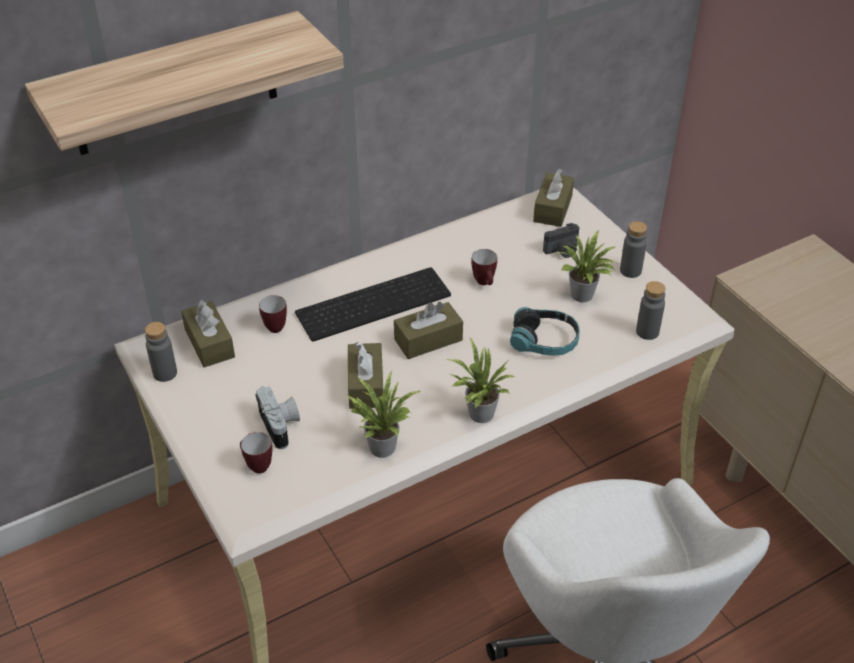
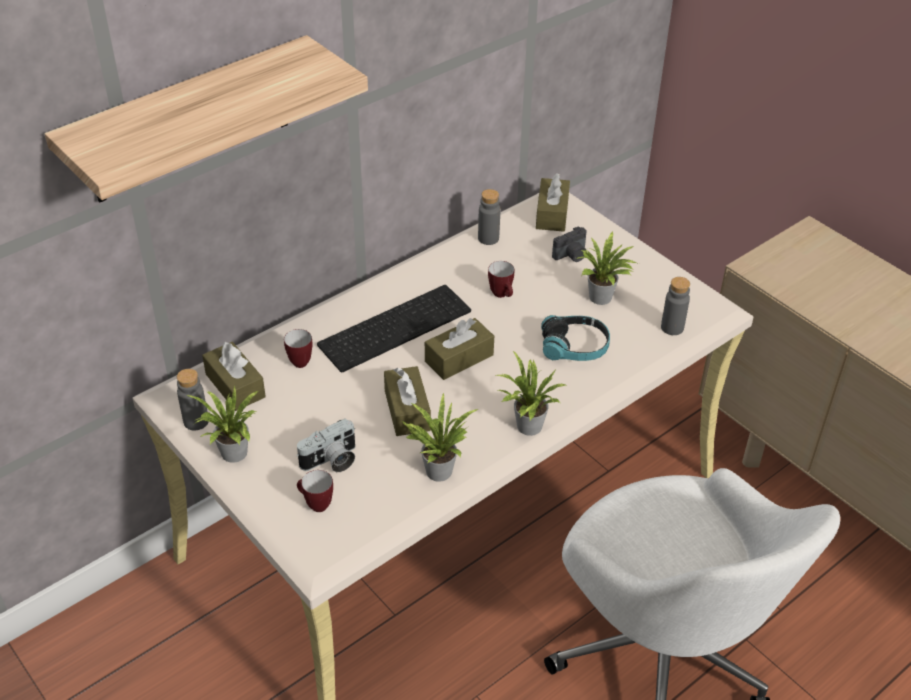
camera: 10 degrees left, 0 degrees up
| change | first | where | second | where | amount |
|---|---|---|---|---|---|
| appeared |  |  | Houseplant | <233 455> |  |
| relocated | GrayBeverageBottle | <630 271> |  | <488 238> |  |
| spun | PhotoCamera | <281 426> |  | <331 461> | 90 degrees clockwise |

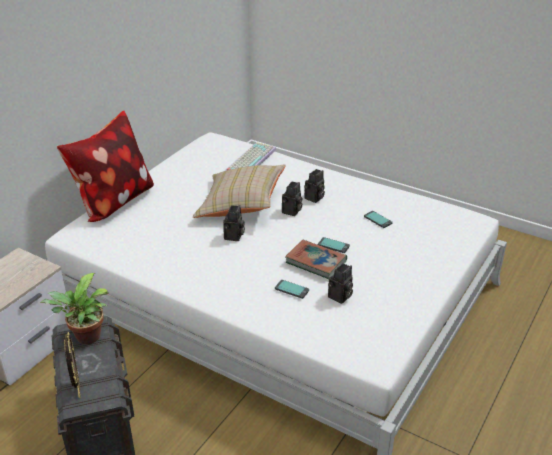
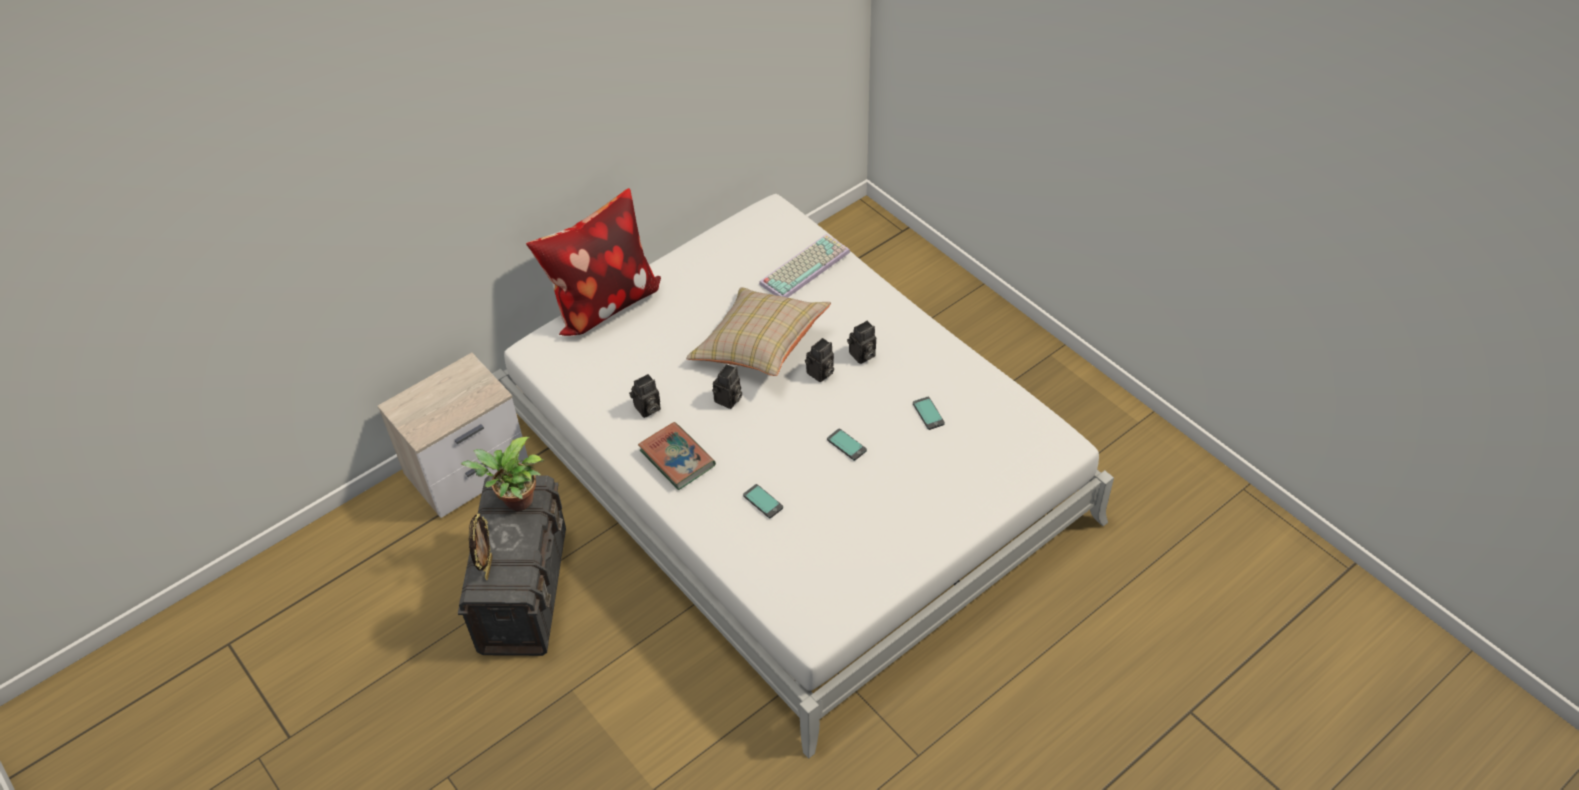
camera: 20 degrees right, 15 degrees up
| change | first | where | second | where | amount |
|---|---|---|---|---|---|
| relocated | Book | <316 262> |  | <677 458> |  |
| relocated | PhotoCamera | <340 297> |  | <647 409> |  |

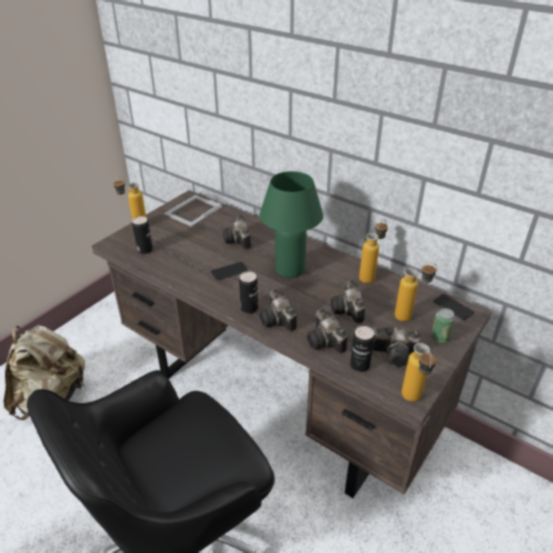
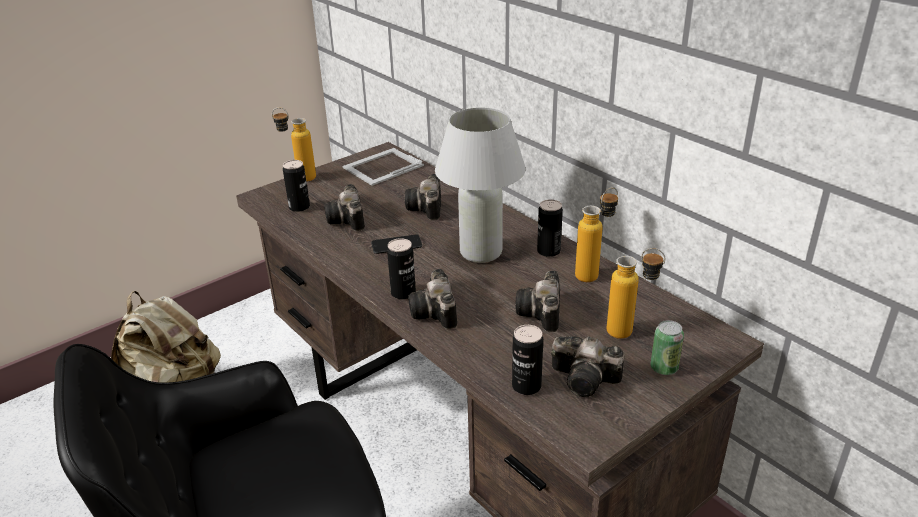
camera: 15 degrees right, 5 degrees down
| change | first | where | second | where | amount |
|---|---|---|---|---|---|
| missing | BeverageBottle | <413 401> |  |  |  |
| missing | Phone | <453 307> |  |  |  |
| appeared |  |  | Can | <548 251> |  |
| relocated | PhotoCamera | <326 342> |  | <348 220> |  |
| colour | GreenLampForATable | <290 270> | WhiteColouredLampForATable | <481 252> |  |

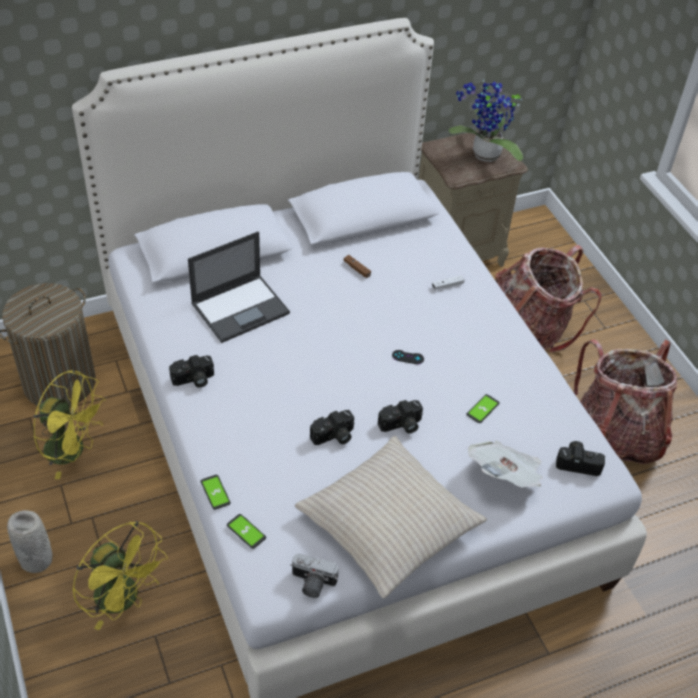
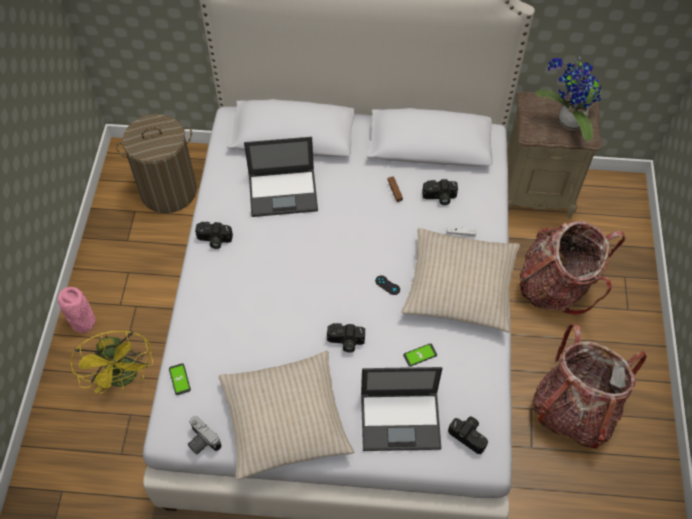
camera: 30 degrees right, 10 degrees up
| change | first | where | second | where | amount |
|---|---|---|---|---|---|
| missing | YellowElectricFan | <73 451> |  |  |  |
| missing | Phone | <215 492> |  |  |  |
| appeared |  |  | SandColouredThrowPillow | <460 286> |  |
| relocated | PhotoCamera | <334 437> |  | <439 197> |  |
| exchanged | PrintedPaper | <505 475> | Laptop | <401 420> |  |
| colour | GrayVase | <37 560> | PinkVase | <84 323> |  |

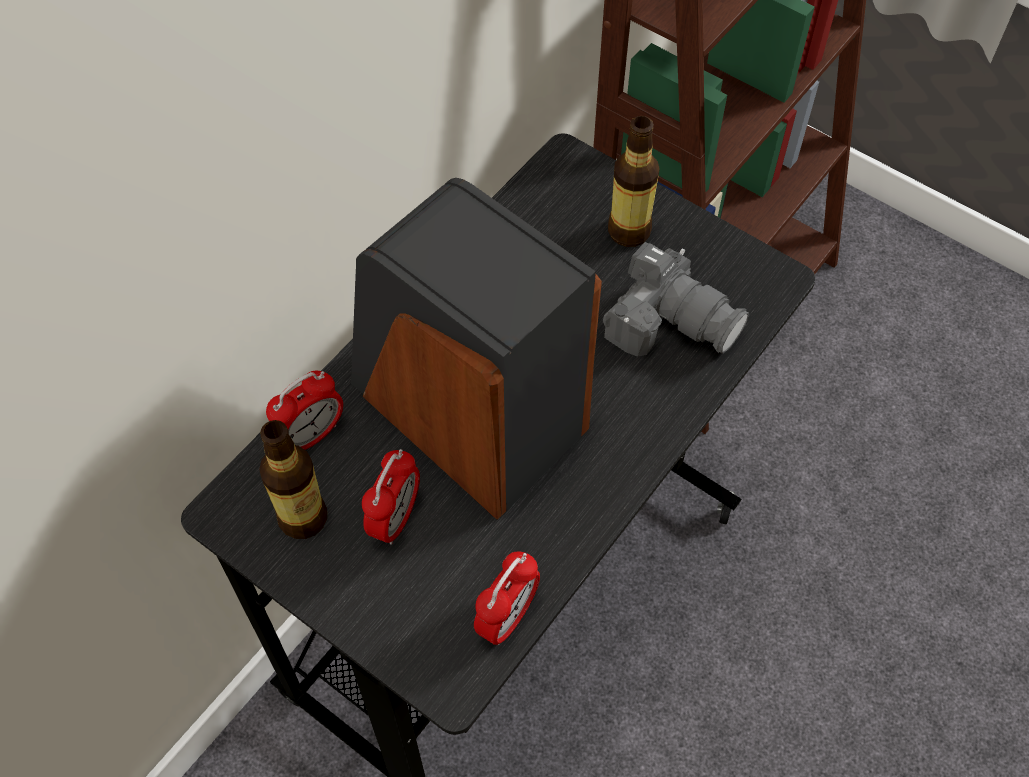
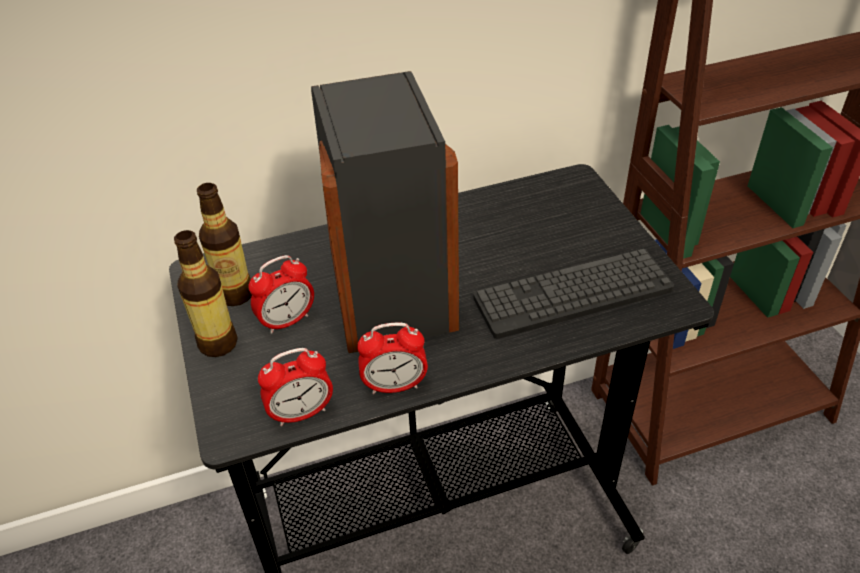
camera: 35 degrees right, 15 degrees down
| change | first | where | second | where | amount |
|---|---|---|---|---|---|
| relocated | AlarmClock | <311 435> |  | <394 386> |  |
| relocated | BeverageBottle | <628 231> |  | <218 343> |  |
| exchanged | PhotoCamera | <669 321> | Keyboard | <573 294> |  |

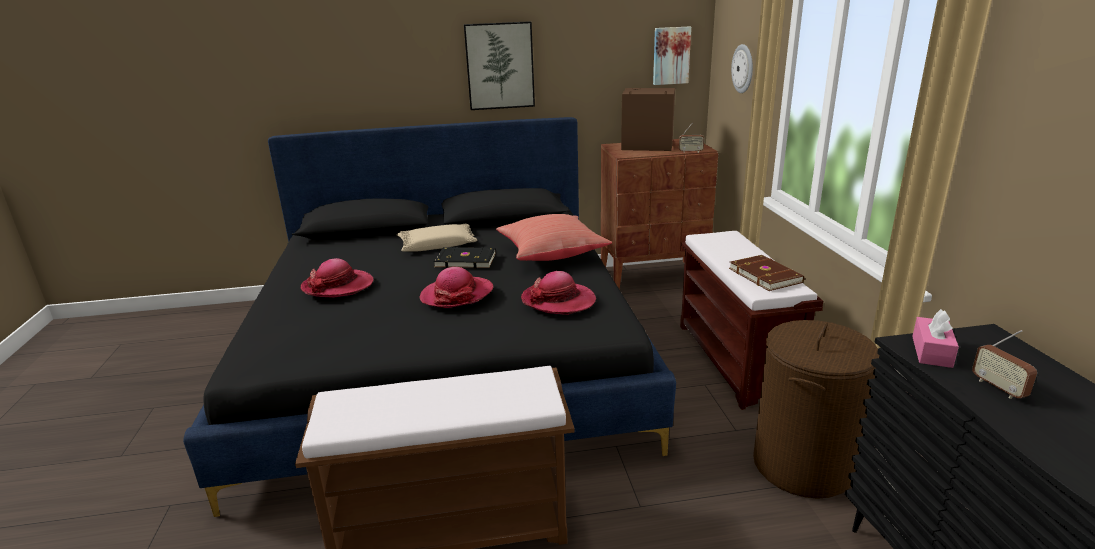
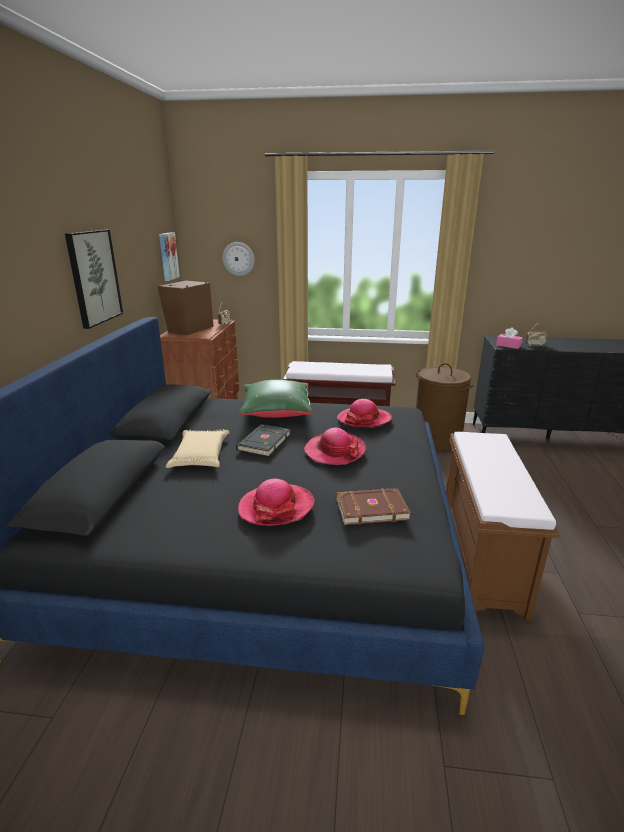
camera: 75 degrees left, 0 degrees up
| change | first | where | second | where | amount |
|---|---|---|---|---|---|
| relocated | BrownBook | <765 275> |  | <371 508> |  |
| colour | ReddishThrowPillow | <551 254> | GreenThrowPillow | <276 412> |  |

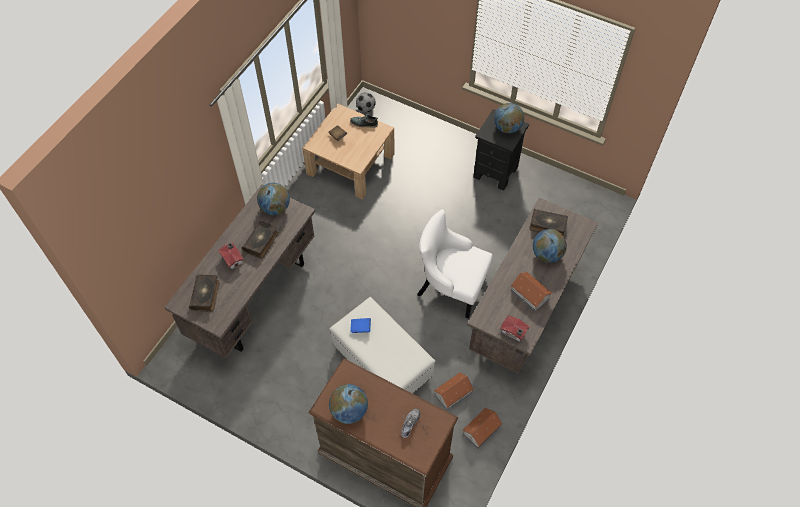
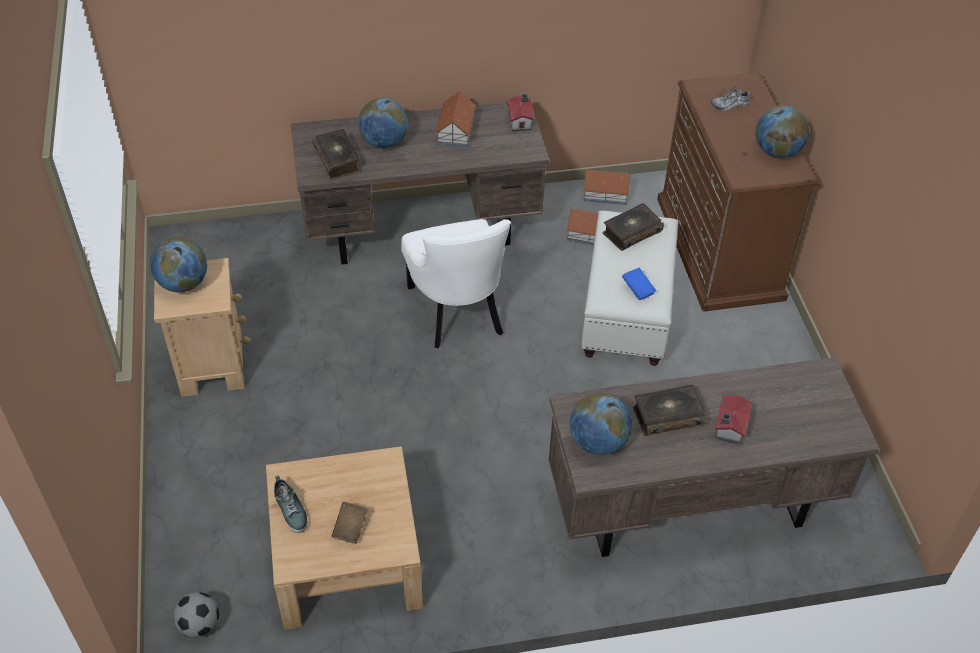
camera: 130 degrees left, 10 degrees down
| change | first | where | second | where | amount |
|---|---|---|---|---|---|
| relocated | Book | <206 295> |  | <631 232> |  |
| colour | BlackNightTable | <495 173> | SandColouredNightTable | <213 368> |  |

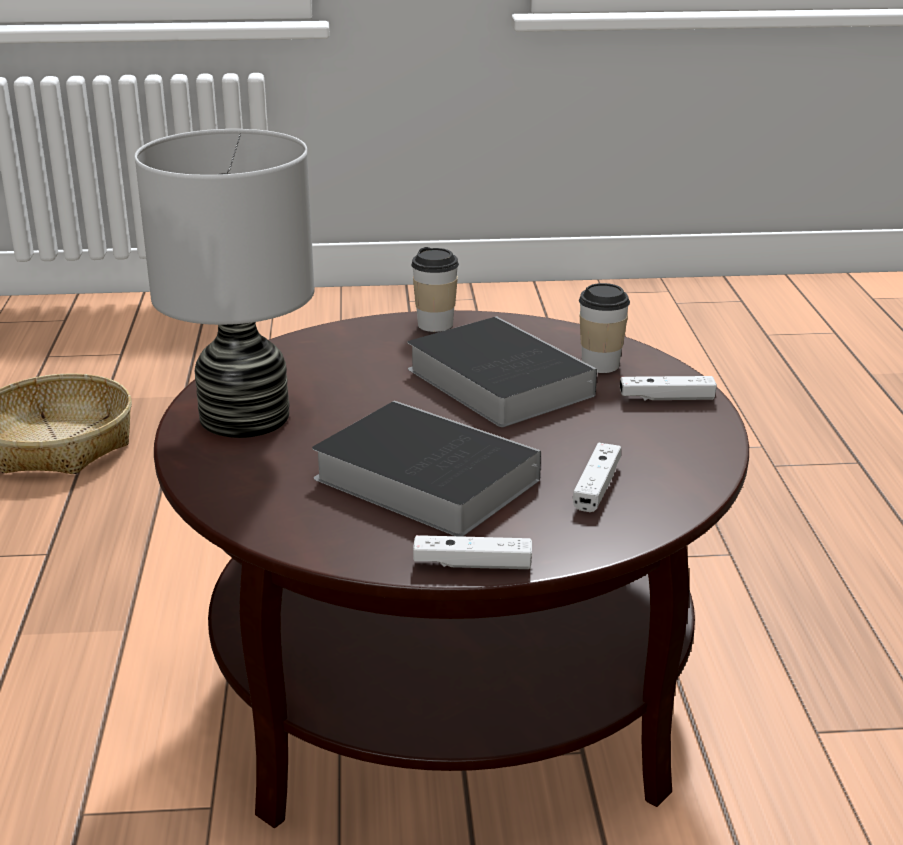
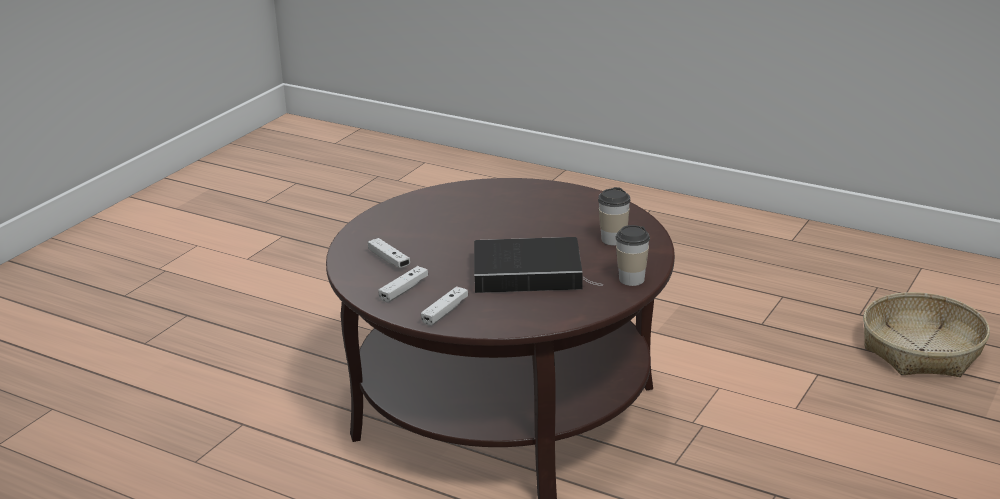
camera: 125 degrees right, 0 degrees up
| change | first | where | second | where | amount |
|---|---|---|---|---|---|
| missing | GrayLampForATable | <244 418> |  |  |  |
| missing | Book | <419 478> |  |  |  |
| relocated | WhiteColouredGamepad | <472 564> |  | <404 290> |  |
| relocated | DrinkingCup | <600 365> |  | <613 240> |  |

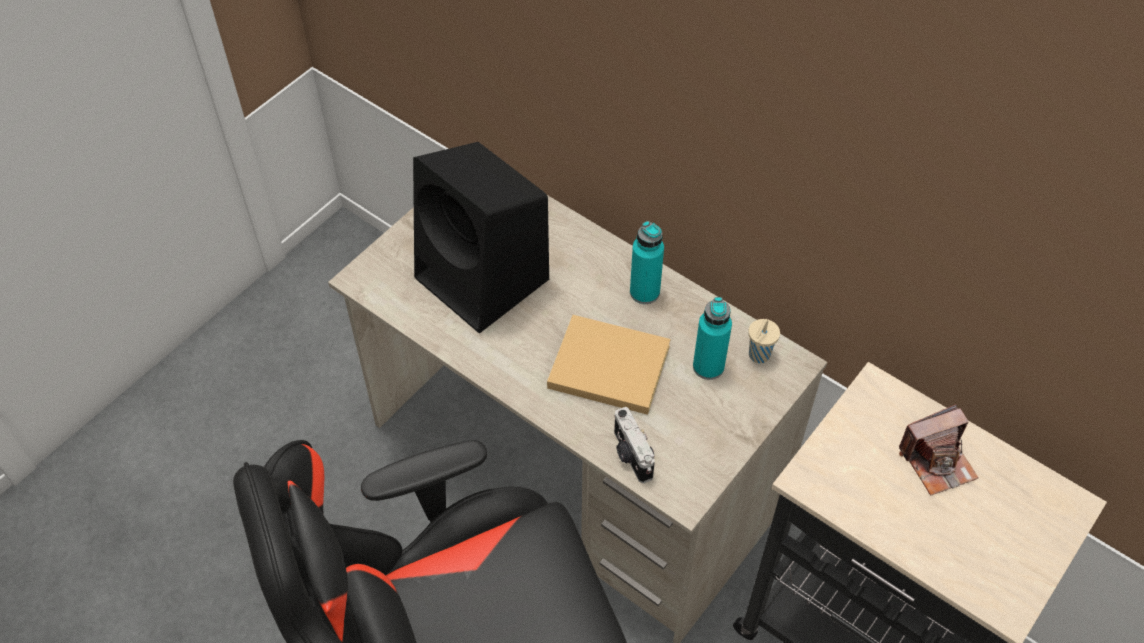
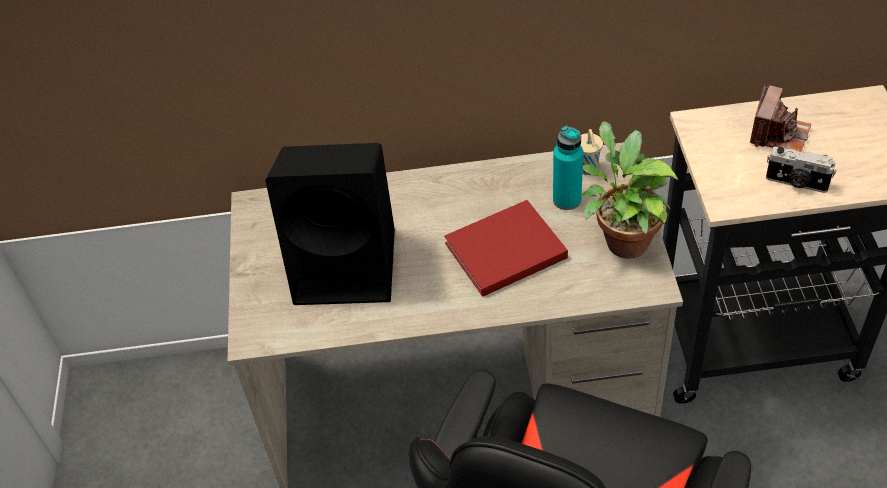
camera: 40 degrees left, 5 degrees down
| change | first | where | second | where | amount |
|---|---|---|---|---|---|
| missing | TurquoiseBeverageBottle | <644 292> |  |  |  |
| appeared |  |  | Houseplant | <622 239> |  |
| relocated | PhotoCamera | <631 455> |  | <796 183> |  |
| colour | SandColouredBook | <605 366> | ReddishBook | <502 252> |  |

